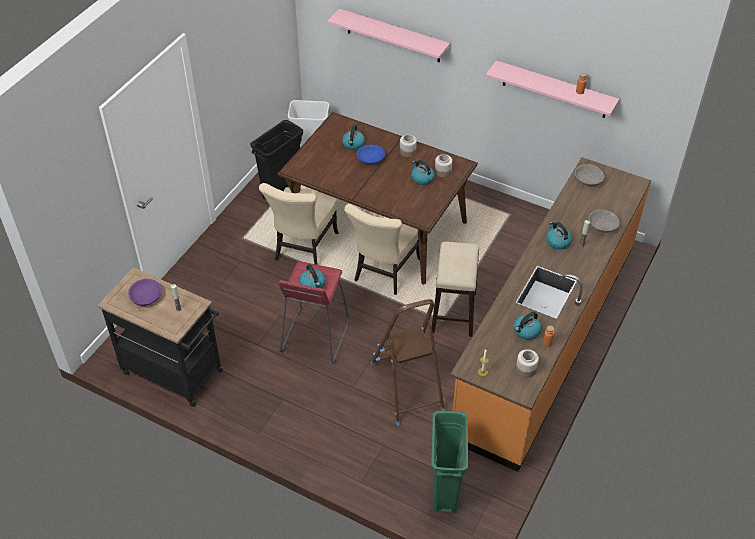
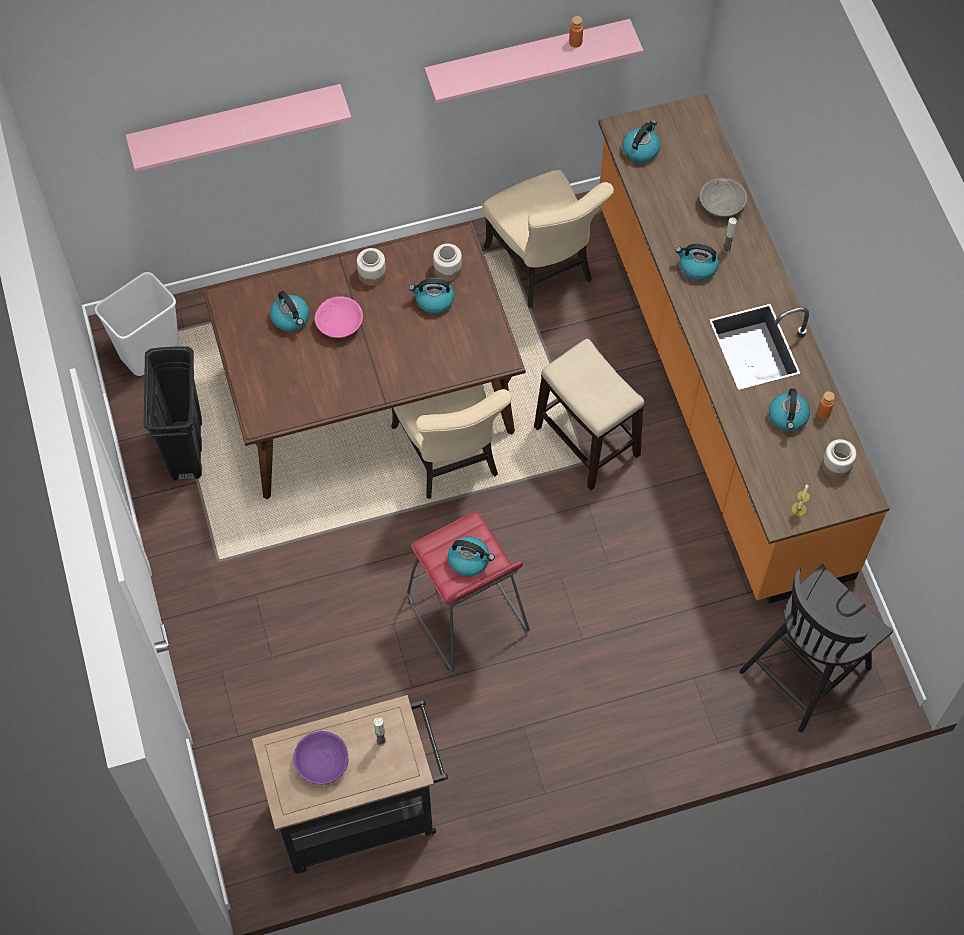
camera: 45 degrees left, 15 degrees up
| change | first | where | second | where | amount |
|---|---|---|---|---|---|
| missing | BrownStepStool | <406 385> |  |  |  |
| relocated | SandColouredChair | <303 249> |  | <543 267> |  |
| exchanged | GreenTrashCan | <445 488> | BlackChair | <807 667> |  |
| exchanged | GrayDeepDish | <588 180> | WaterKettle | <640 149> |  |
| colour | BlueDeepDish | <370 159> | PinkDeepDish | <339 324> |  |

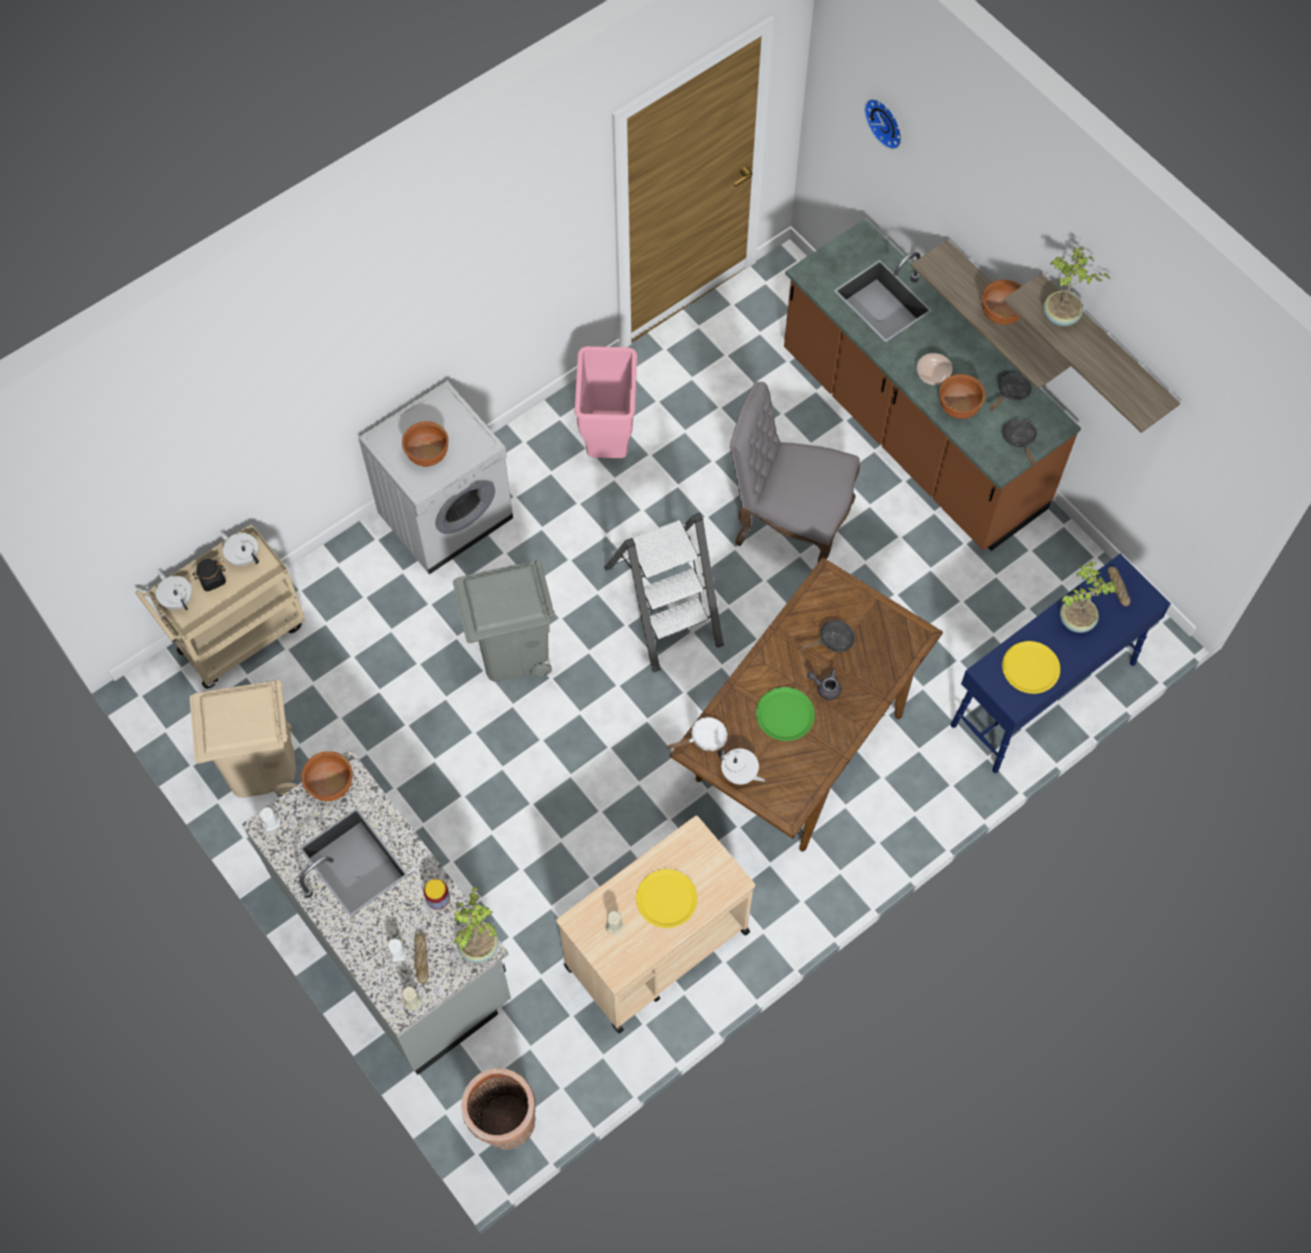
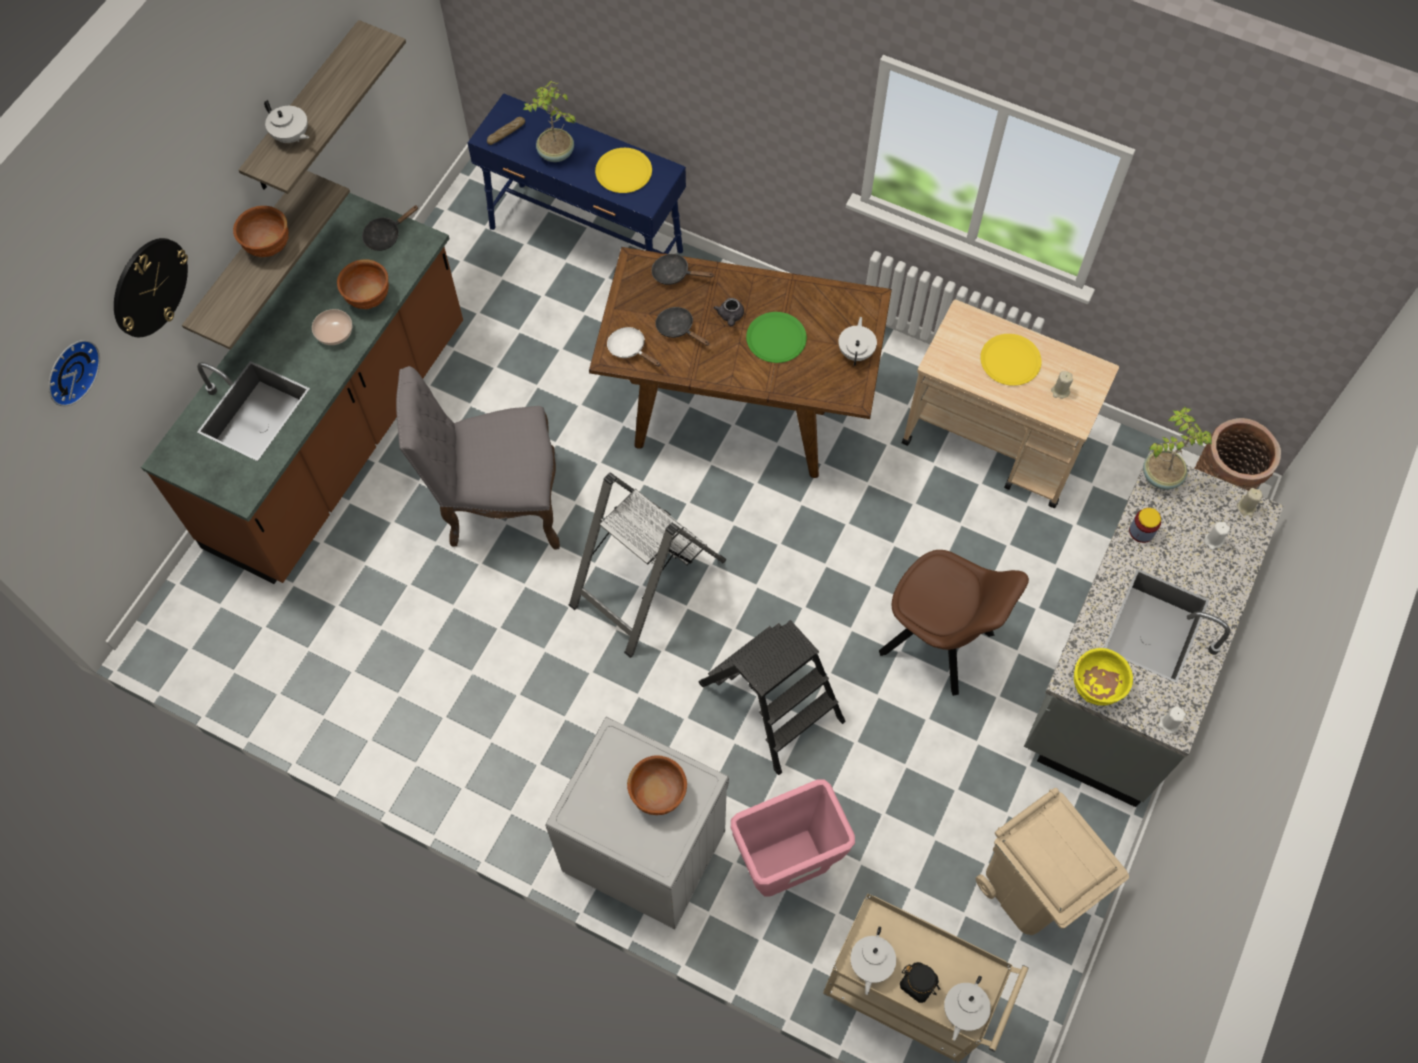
camera: 115 degrees left, 0 degrees up
| change | first | where | second | where | amount |
|---|---|---|---|---|---|
| missing | Bread | <421 959> |  |  |  |
| appeared |  |  | HangingClock | <149 287> |  |
| appeared |  |  | BrownChair | <938 643> |  |
| relocated | PinkTrashCan | <608 444> |  | <786 867> |  |
| relocated | WhiteColouredSkillet | <704 738> |  | <629 349> |  |
| relocated | BlackSkillet | <1011 392> |  | <674 274> |  |
| exchanged | GrayTrashCan | <512 651> | BlackStepStool | <771 701> |  |
| exchanged | Houseplant | <1060 316> | WhiteColouredPotForTea | <291 137> |  |
| colour | BrownDeepDish | <330 785> | YellowDeepDish | <1096 687> |  |
| spun | GrayChair | <790 525> |  | <500 503> | 90 degrees clockwise |

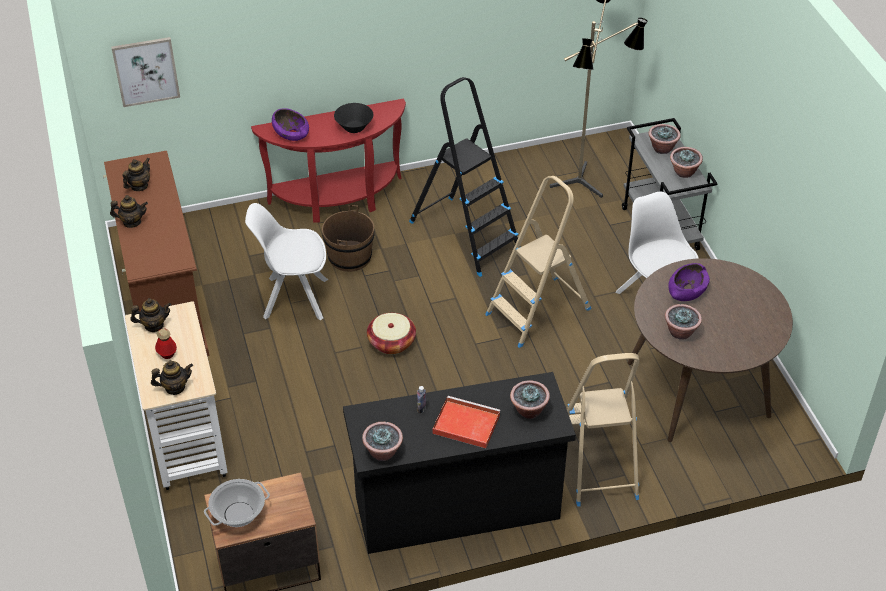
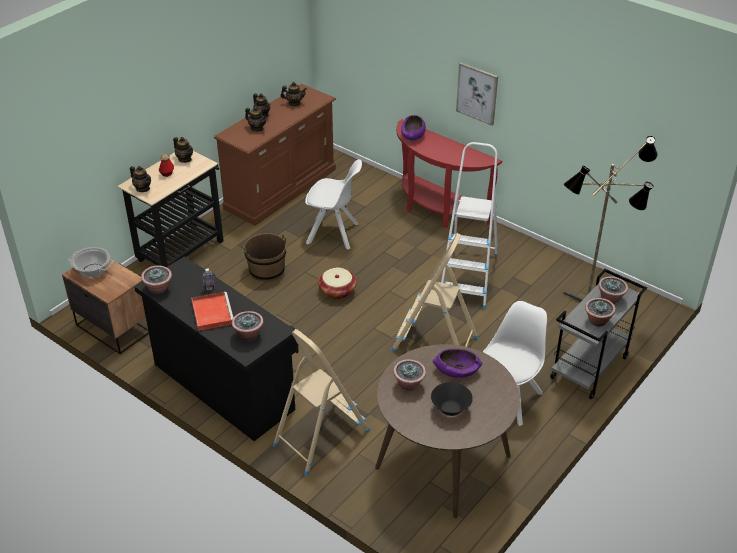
camera: 55 degrees right, 5 degrees down
| change | first | where | second | where | amount |
|---|---|---|---|---|---|
| appeared |  |  | PotForTea | <257 128> |  |
| relocated | WallArt | <146 71> |  | <477 93> |  |
| relocated | BrownBucket | <349 257> |  | <267 271> |  |
| relocated | BlackDeepDish | <354 128> |  | <450 409> |  |
| colour | WhiteColouredWheeledCart | <187 442> | BlackWheeledCart | <181 251> |  |
| colour | BlackStepStool | <465 236> | WhiteColouredStepStool | <468 277> |  |
| spun | WhiteColouredChair | <294 298> |  | <333 234> | 135 degrees clockwise |

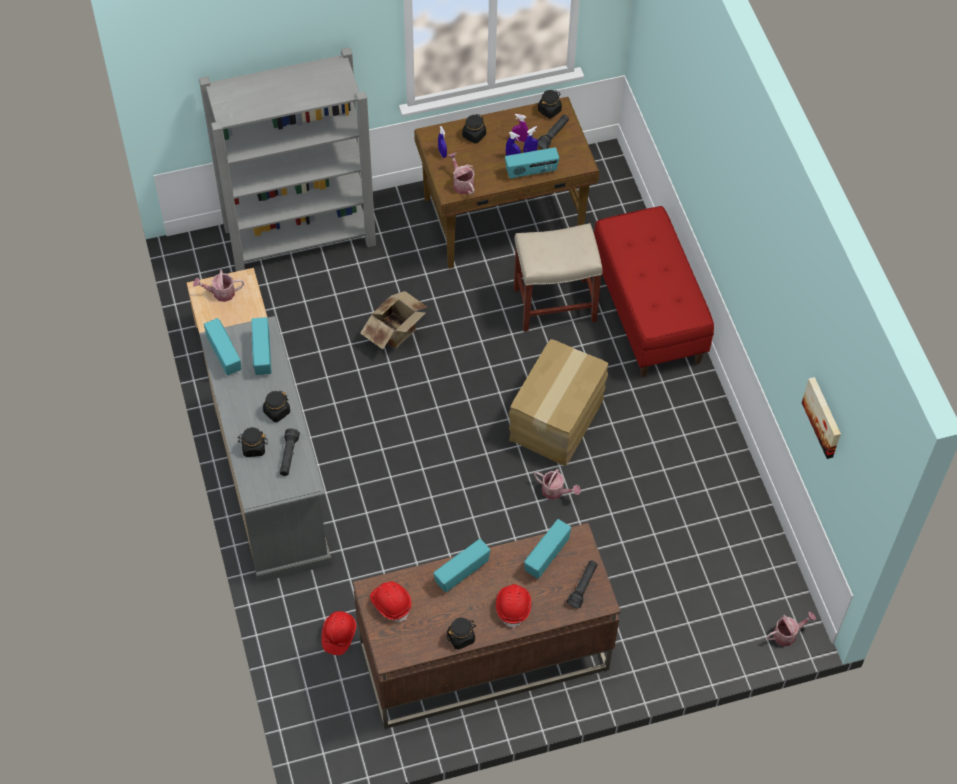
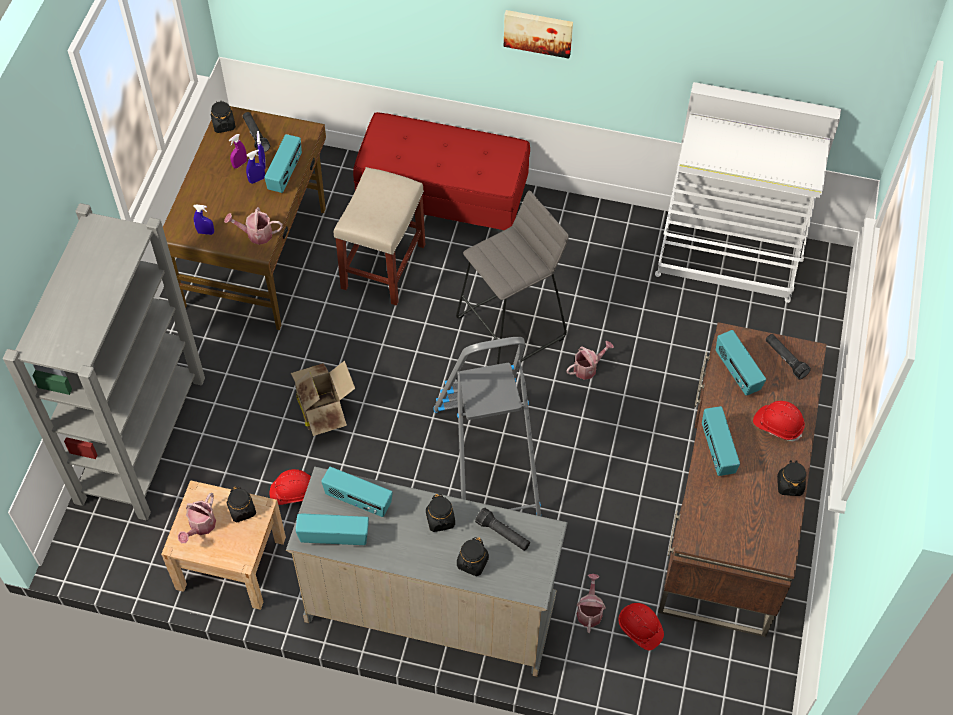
camera: 60 degrees left, 0 degrees up
| change | first | where | second | where | amount |
|---|---|---|---|---|---|
| appeared |  |  | GrayStepStool | <485 461> |  |
| appeared |  |  | WhiteColouredShoeShelf | <726 263> |  |
| relocated | ReddishWorkHelmet | <391 603> |  | <292 492> |  |
| relocated | BlackJar | <474 135> |  | <242 510> |  |
| relocated | WateringCan | <787 634> |  | <589 611> |  |
| relocated | WallArt | <823 417> |  | <538 32> |  |
| exchanged | PackingBox | <557 419> | GrayStoolSeat | <511 327> |  |

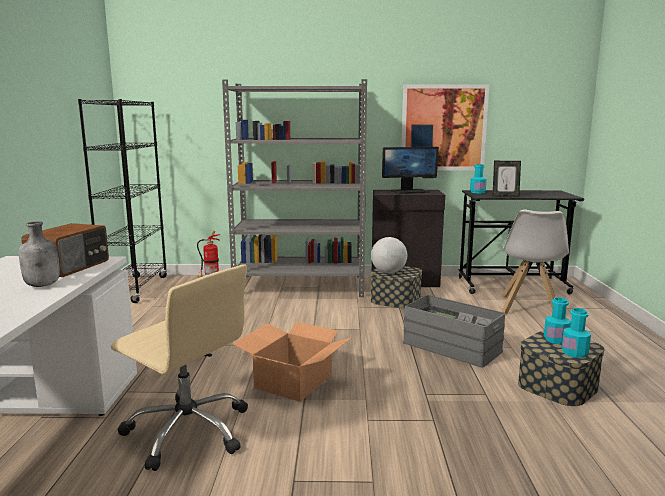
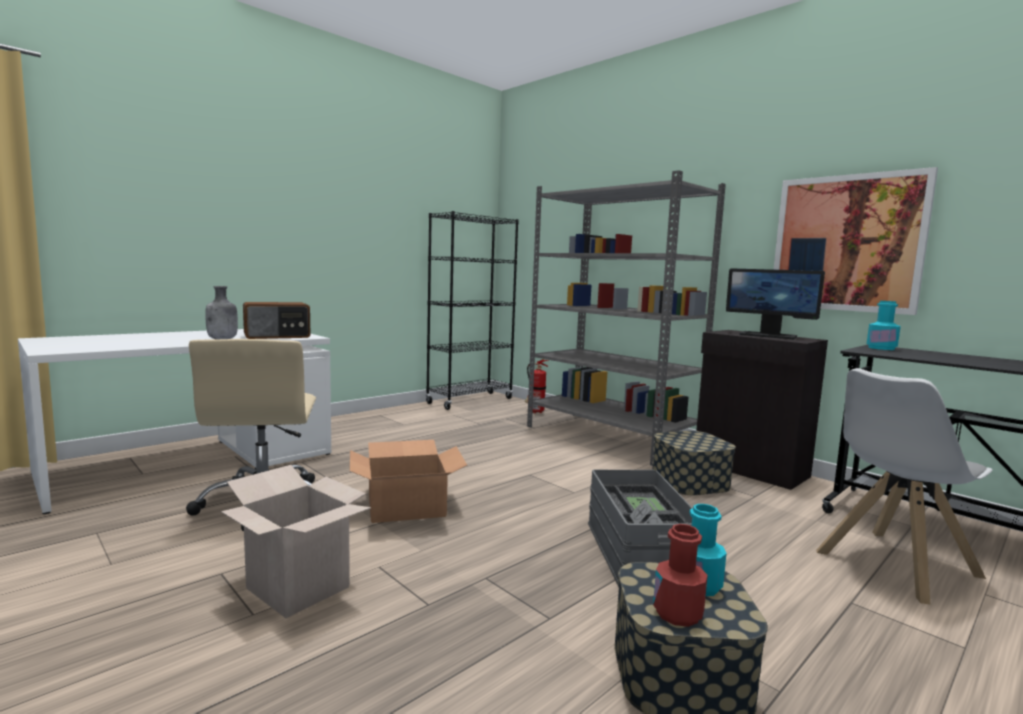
camera: 45 degrees right, 5 degrees down
| change | first | where | second | where | amount |
|---|---|---|---|---|---|
| missing | WorldGlobe | <388 272> |  |  |  |
| missing | StandingFrame | <505 196> |  |  |  |
| appeared |  |  | PackingBox | <298 588> |  |
| colour | TurquoiseBeverageBottle | <574 353> | ReddishBeverageBottle | <677 613> |  |

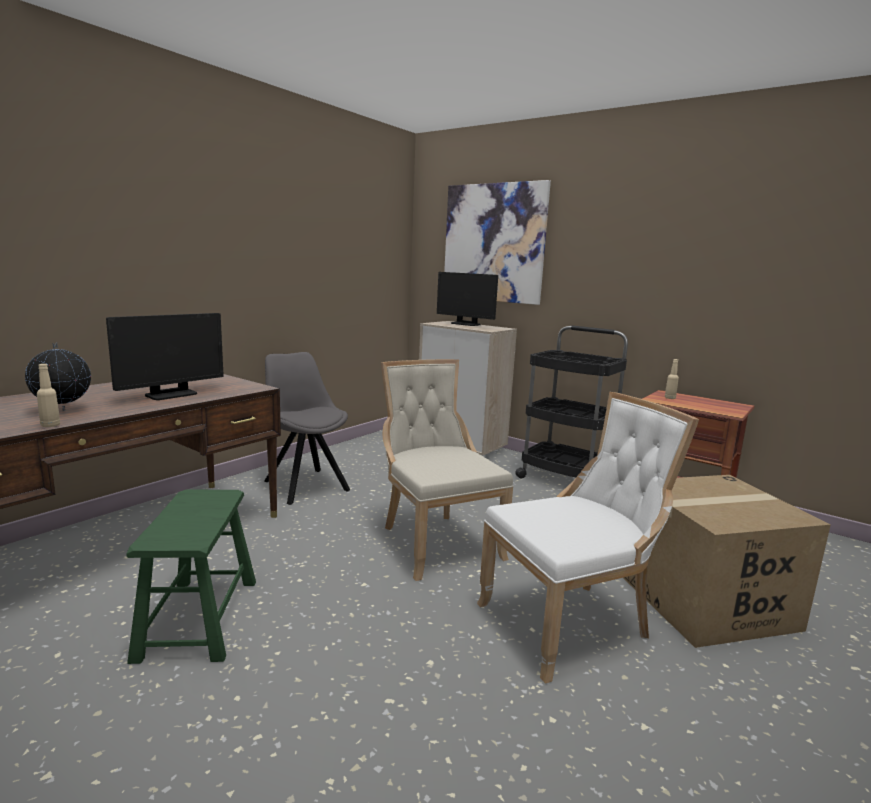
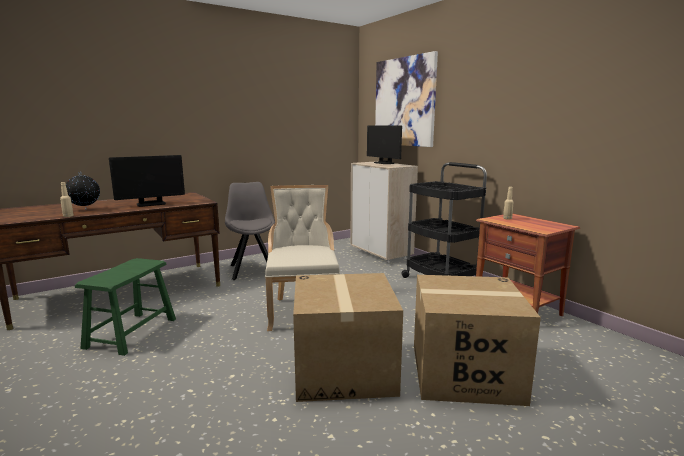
camera: 20 degrees right, 0 degrees up
| change | first | where | second | where | amount |
|---|---|---|---|---|---|
| exchanged | WhiteColouredChair | <570 623> | PackingBox | <344 370> |  |

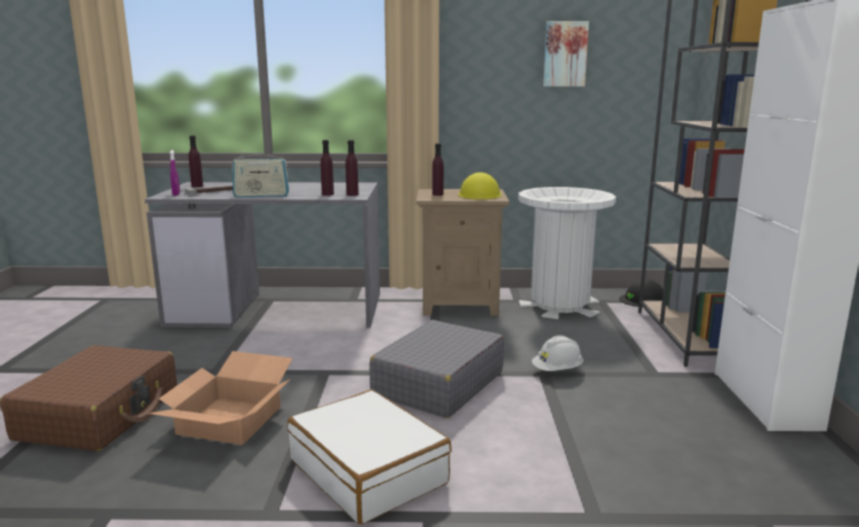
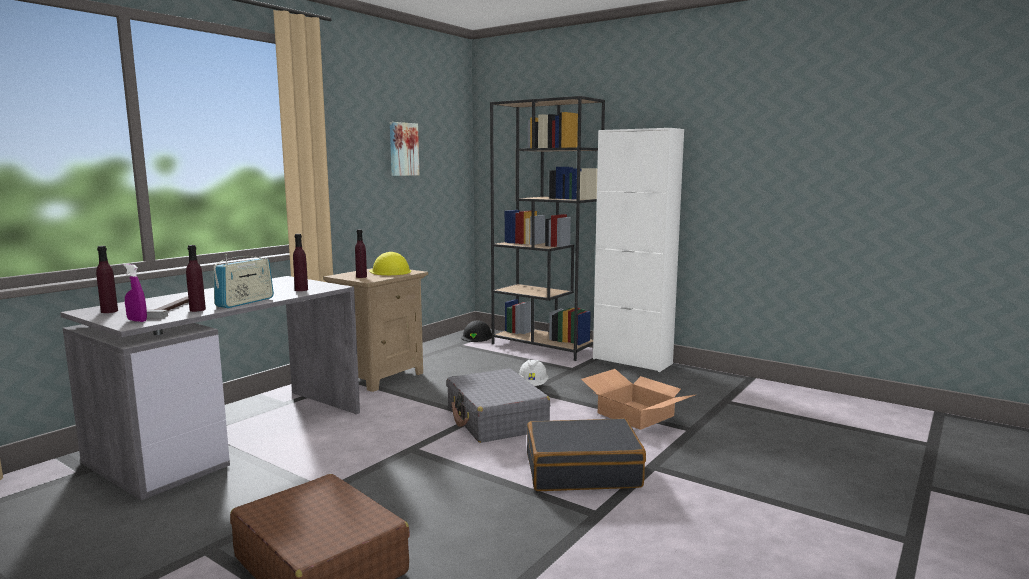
camera: 55 degrees left, 5 degrees down
| change | first | where | second | where | amount |
|---|---|---|---|---|---|
| missing | WhiteColouredTrashCan | <560 305> |  |  |  |
| relocated | PackingBox | <229 419> |  | <634 414> |  |
| relocated | PurpleBeverageBottle | <352 194> |  | <197 310> |  |
| colour | WhiteColouredSuitcase | <368 471> | BlackSuitcase | <582 470> |  |

